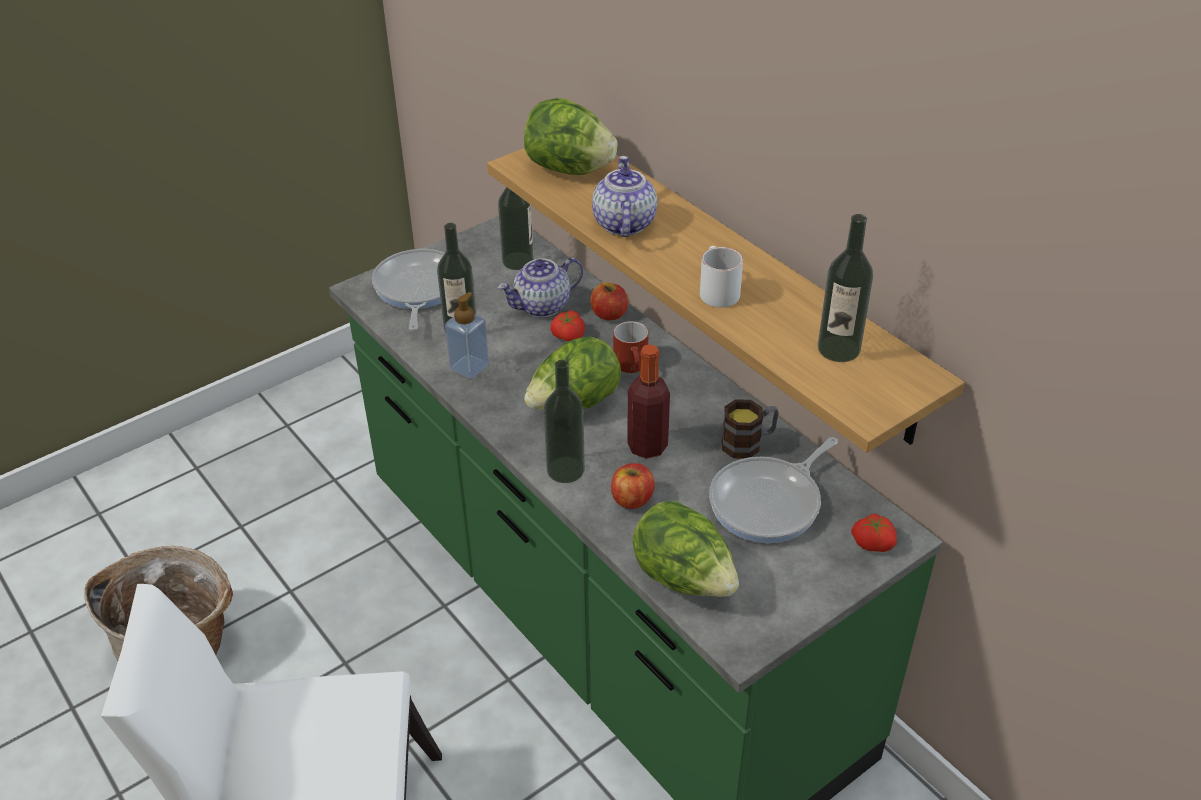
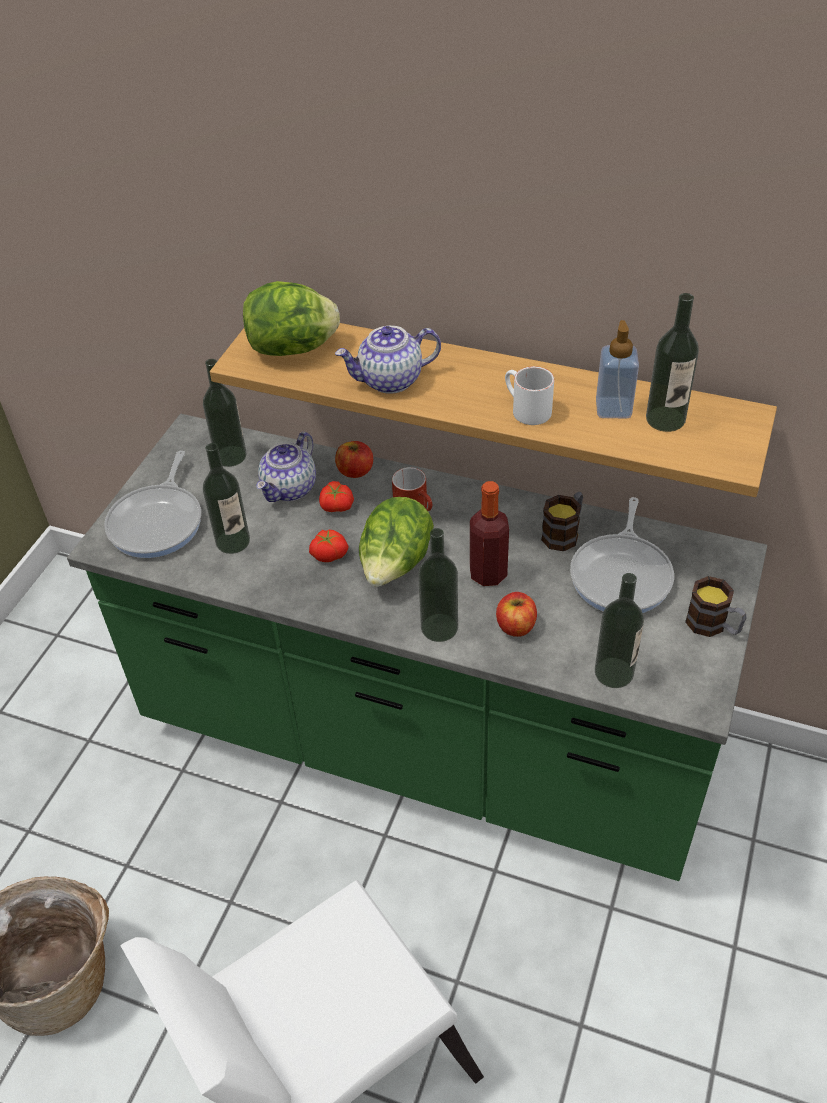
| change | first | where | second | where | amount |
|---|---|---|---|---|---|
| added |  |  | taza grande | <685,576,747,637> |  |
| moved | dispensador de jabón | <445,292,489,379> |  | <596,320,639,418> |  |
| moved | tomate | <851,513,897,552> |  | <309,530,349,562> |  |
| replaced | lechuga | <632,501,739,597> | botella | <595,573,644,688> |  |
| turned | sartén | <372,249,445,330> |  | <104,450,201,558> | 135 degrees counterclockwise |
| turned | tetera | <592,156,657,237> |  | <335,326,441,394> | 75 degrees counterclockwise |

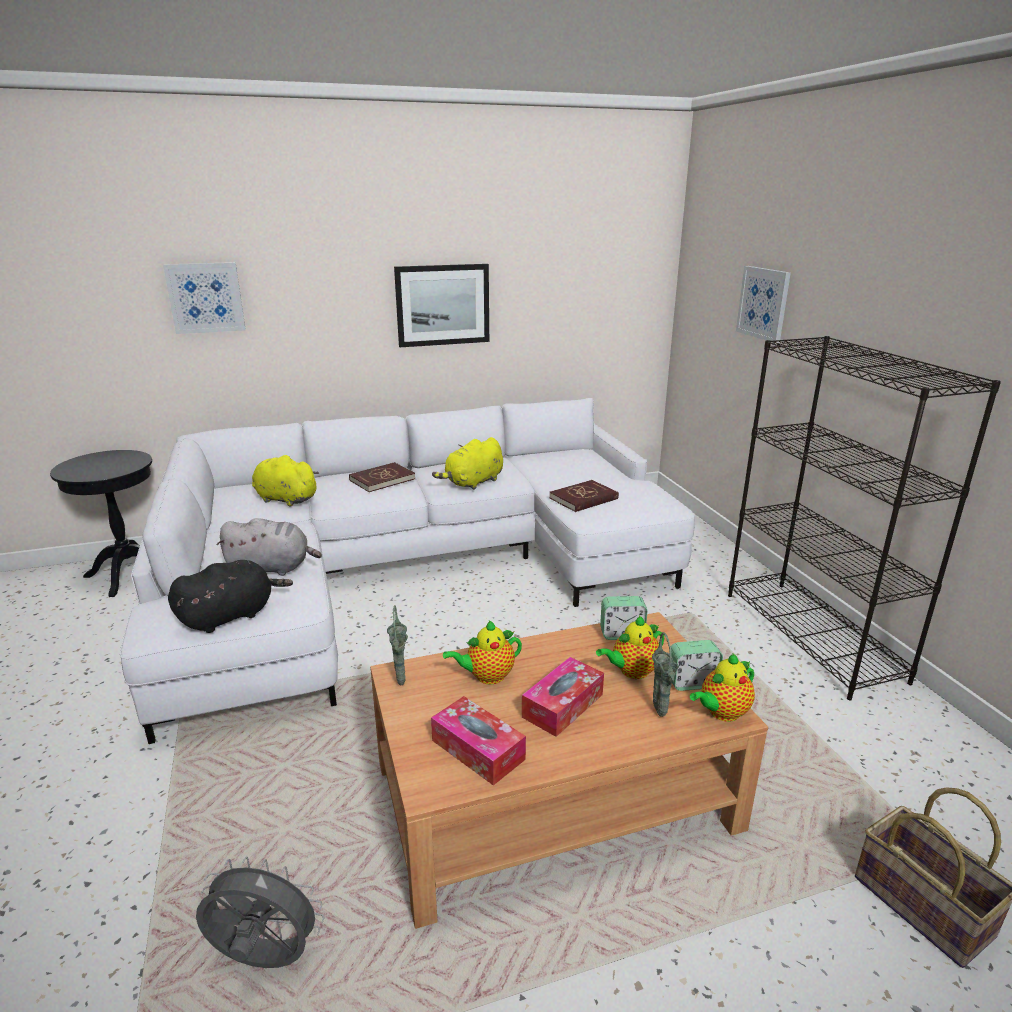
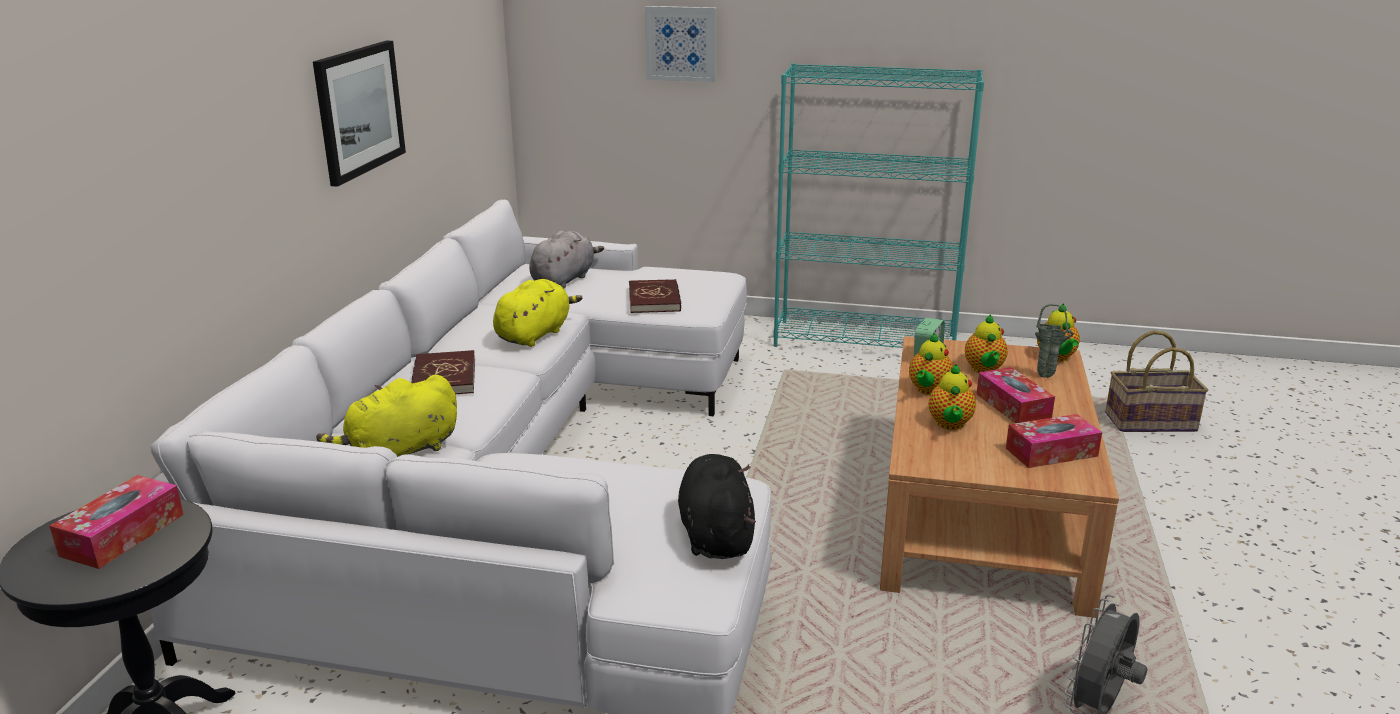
| change | first | where | second | where | amount |
|---|---|---|---|---|---|
| removed | cuadro | <163,262,246,334> |  |  |  |
| removed | florero (verde) | <387,605,408,685> |  |  |  |
| removed | despertador | <669,640,723,691> |  |  |  |
| added |  |  | caja de pañuelos | <49,475,184,569> |  |
| added |  |  | tetera | <909,333,953,395> |  |
| moved | peluche (gris) | <217,518,322,576> |  | <529,231,604,288> |  |
| recoloured | estantería (negro) | <728,336,1001,700> | estantería (turquesa) | <773,63,984,348> |  |
| turned | peluche (amarillo) | <432,437,503,490> |  | <493,279,583,347> | 135 degrees counterclockwise |

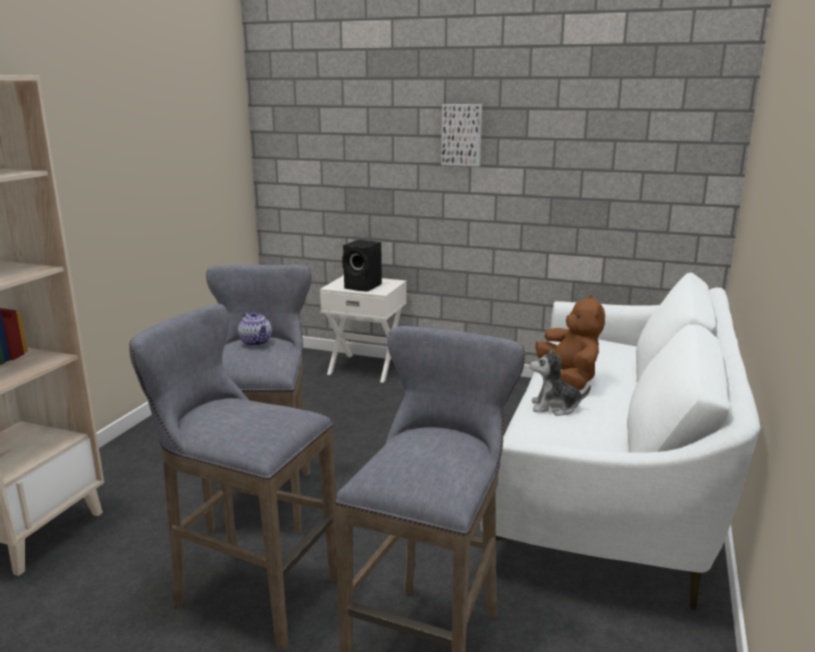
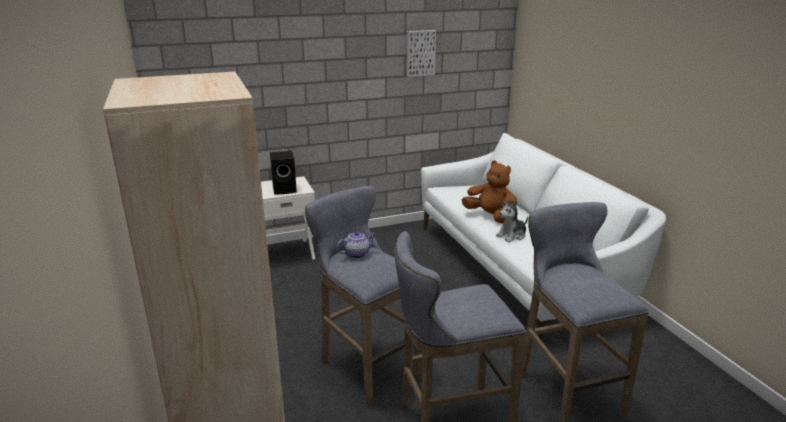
| change | first | where | second | where | amount |
|---|---|---|---|---|---|
| moved | cuadro | <441,104,482,167> |  | <407,30,436,77> |  |
| turned | tetera | <238,312,272,346> |  | <337,231,376,259> | 45 degrees counterclockwise |

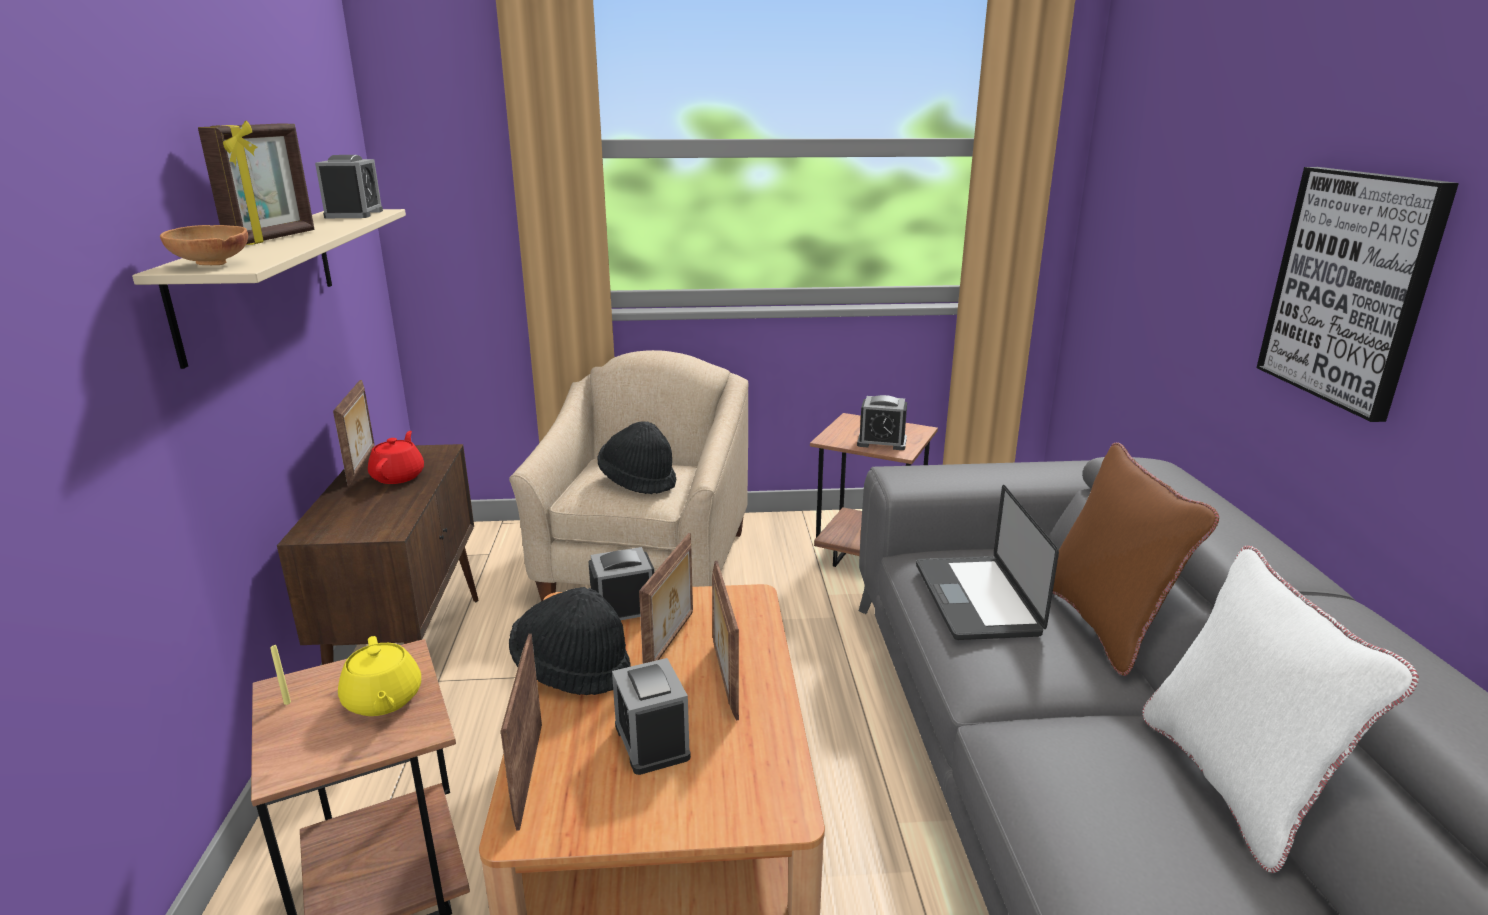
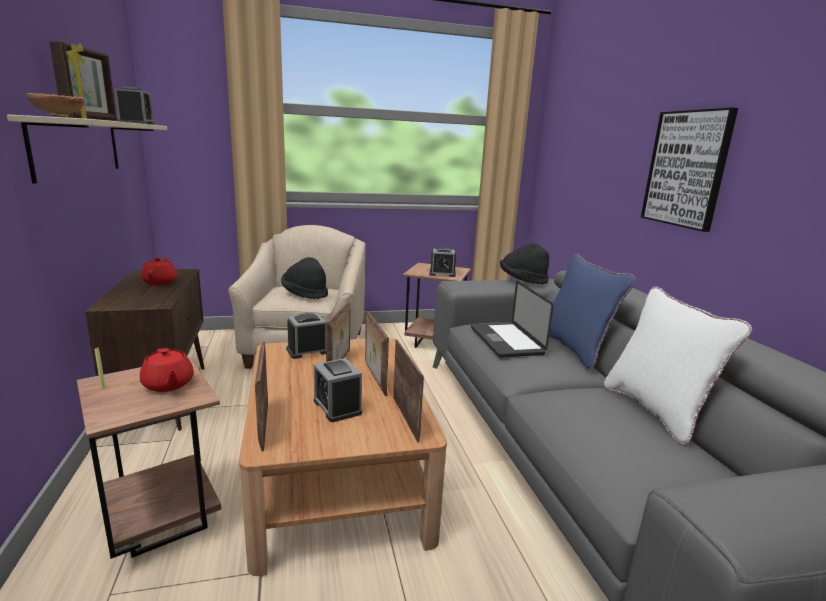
| change | first | where | second | where | amount |
|---|---|---|---|---|---|
| moved | portarretratos | <333,380,374,486> |  | <393,339,424,443> |  |
| moved | sombrero (negro) | <509,587,631,695> |  | <500,243,549,285> |  |
| recoloured | tetera (amarillo) | <338,636,421,716> | tetera (rojo) | <140,348,194,392> |  |
| recoloured | cojín (marrón) | <1053,443,1219,676> | cojín (azul) | <549,254,636,370> |  |

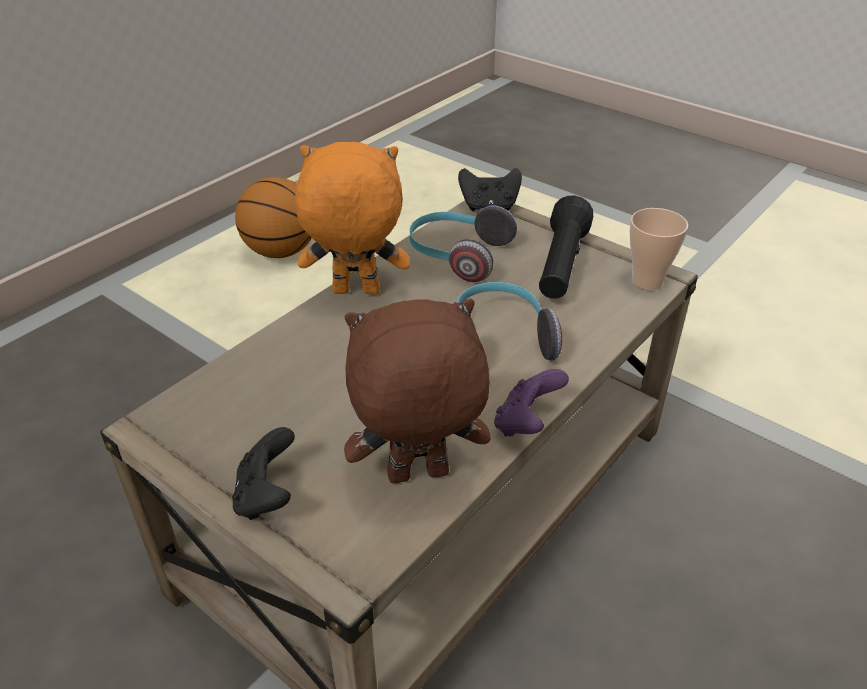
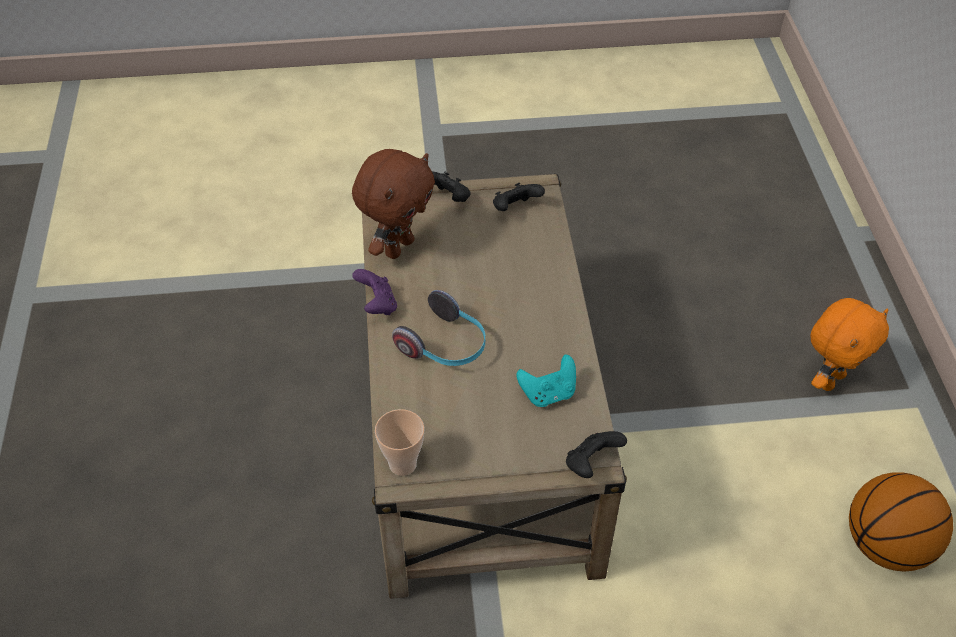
| change | first | where | second | where | amount |
|---|---|---|---|---|---|
| removed | linterna (negro) | <539,196,593,299> |  |  |  |
| added |  |  | mando de consola (negro) | <493,183,545,211> |  |
| moved | peluche (naranja) | <295,142,410,294> |  | <811,298,889,391> |  |
| replaced | auriculares | <409,206,517,282> | mando de consola (turquesa) | <516,355,576,407> |  |

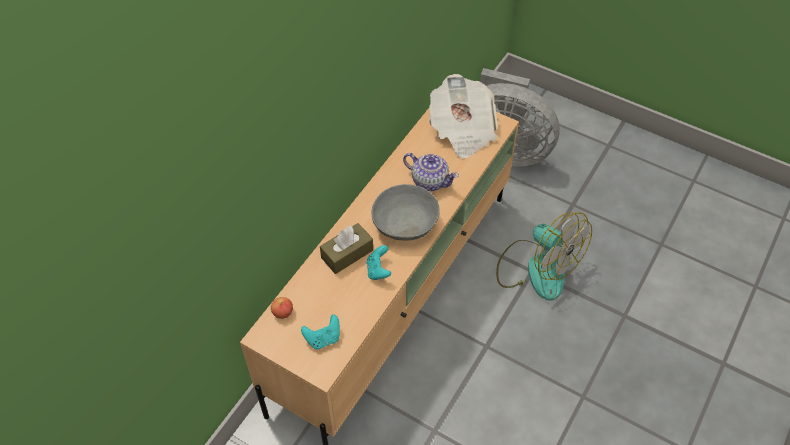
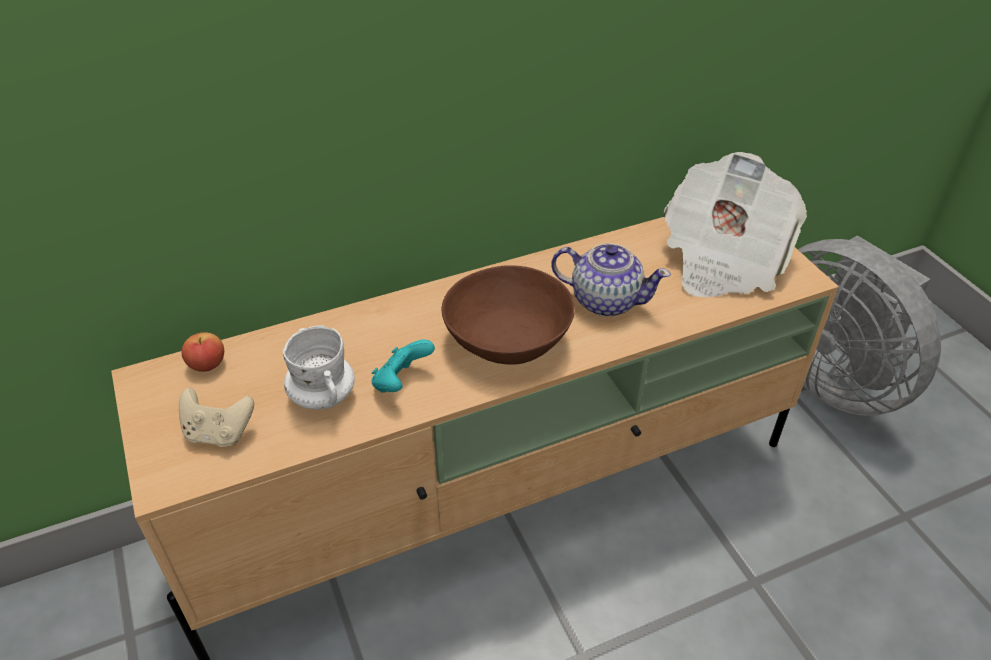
| change | first | where | second | where | amount |
|---|---|---|---|---|---|
| removed | caja de pañuelos (marrón) | <320,223,373,274> |  |  |  |
| removed | ventilador | <496,212,592,301> |  |  |  |
| added |  |  | taza grande (blanco) | <283,326,355,410> |  |
| recoloured | mando de consola (turquesa) | <301,314,340,349> | mando de consola (beis) | <179,387,254,447> |  |
| recoloured | cuenco (gris) | <371,184,440,240> | cuenco (marrón) | <442,265,575,365> |  |
| turned | tetera | <403,153,459,191> |  | <551,243,671,316> | 45 degrees counterclockwise |

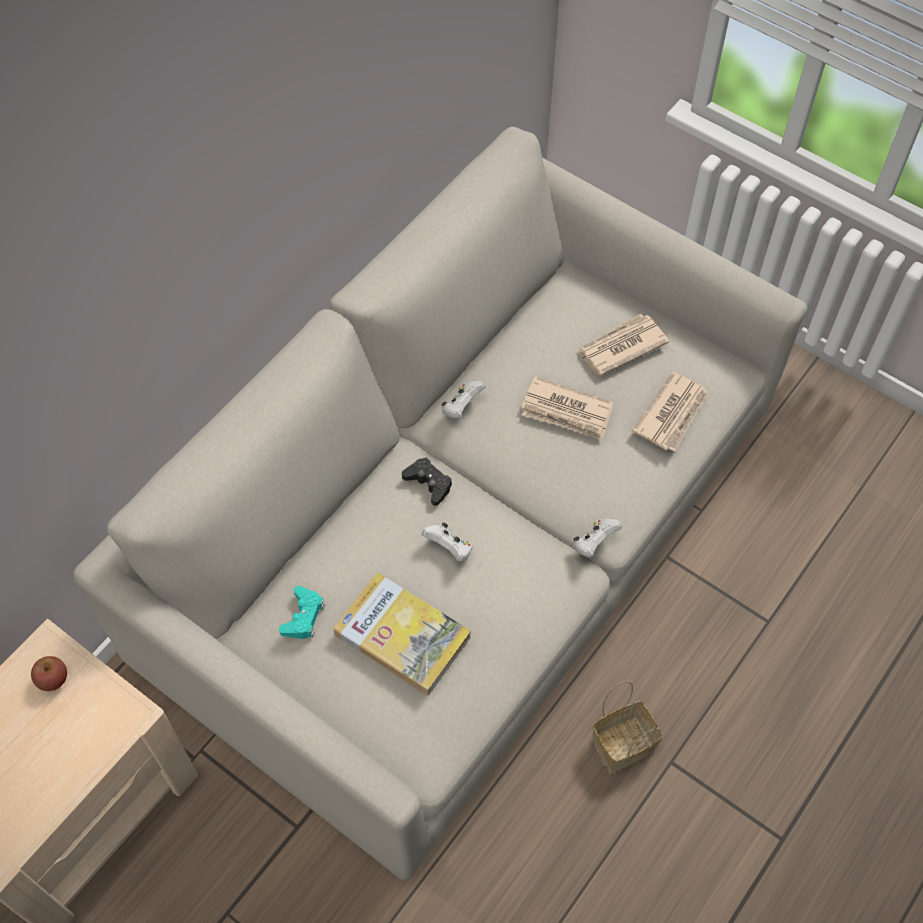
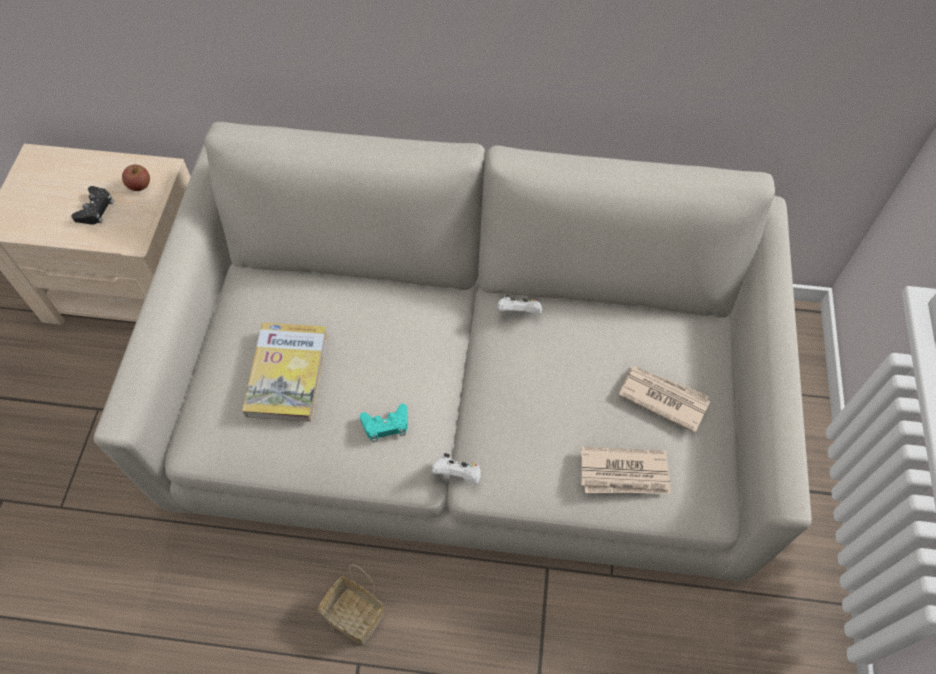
| change | first | where | second | where | amount |
|---|---|---|---|---|---|
| removed | mando de consola (blanco) | <422,522,472,562> |  |  |  |
| removed | periódico | <521,376,613,440> |  |  |  |
| moved | mando de consola (turquesa) | <279,586,325,639> |  | <360,404,408,443> |  |
| moved | mando de consola (negro) | <402,458,452,506> |  | <71,186,114,225> |  |

